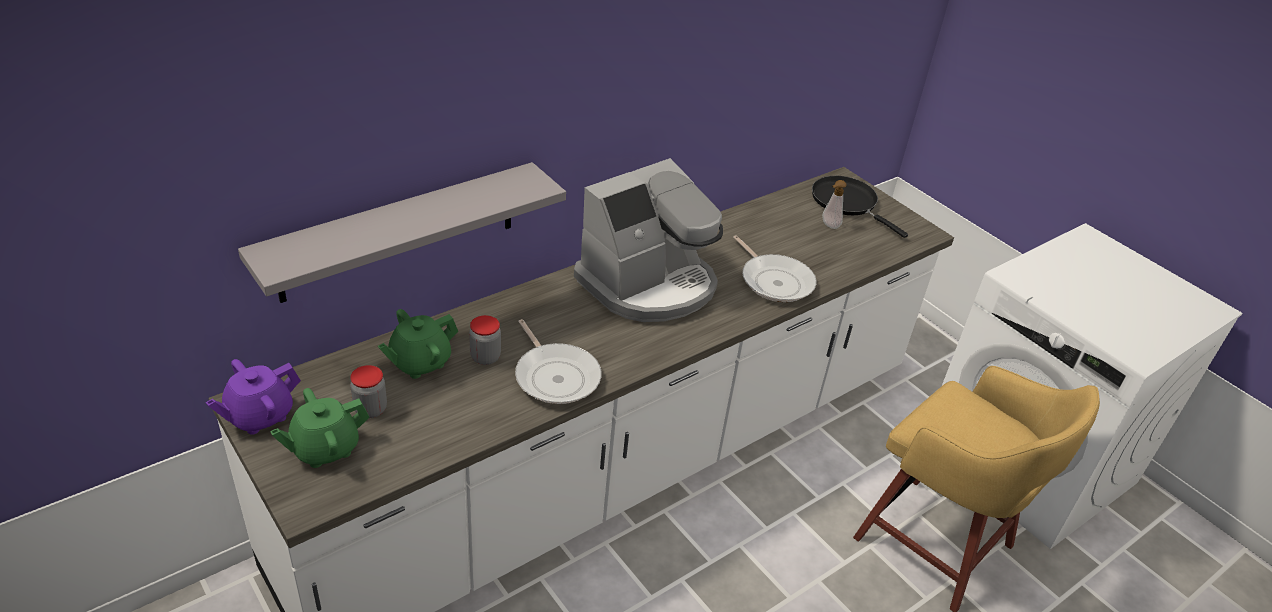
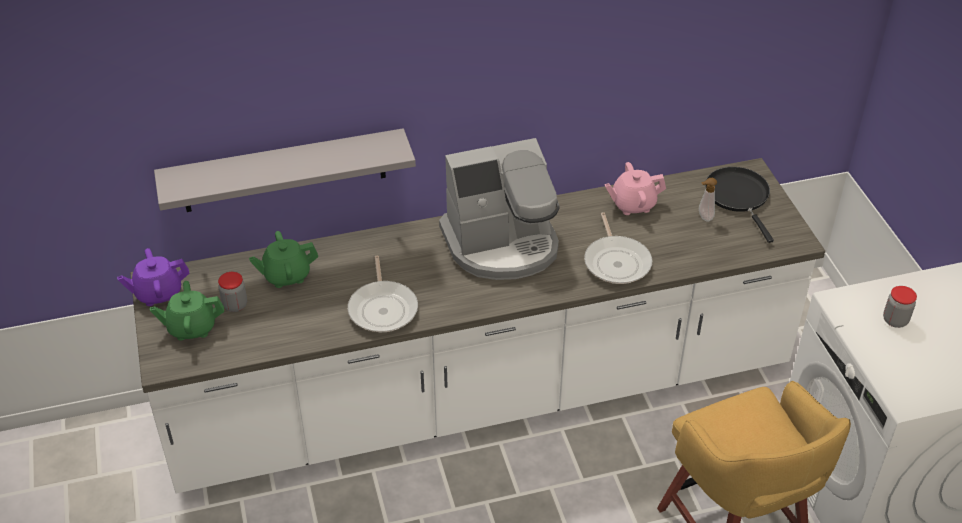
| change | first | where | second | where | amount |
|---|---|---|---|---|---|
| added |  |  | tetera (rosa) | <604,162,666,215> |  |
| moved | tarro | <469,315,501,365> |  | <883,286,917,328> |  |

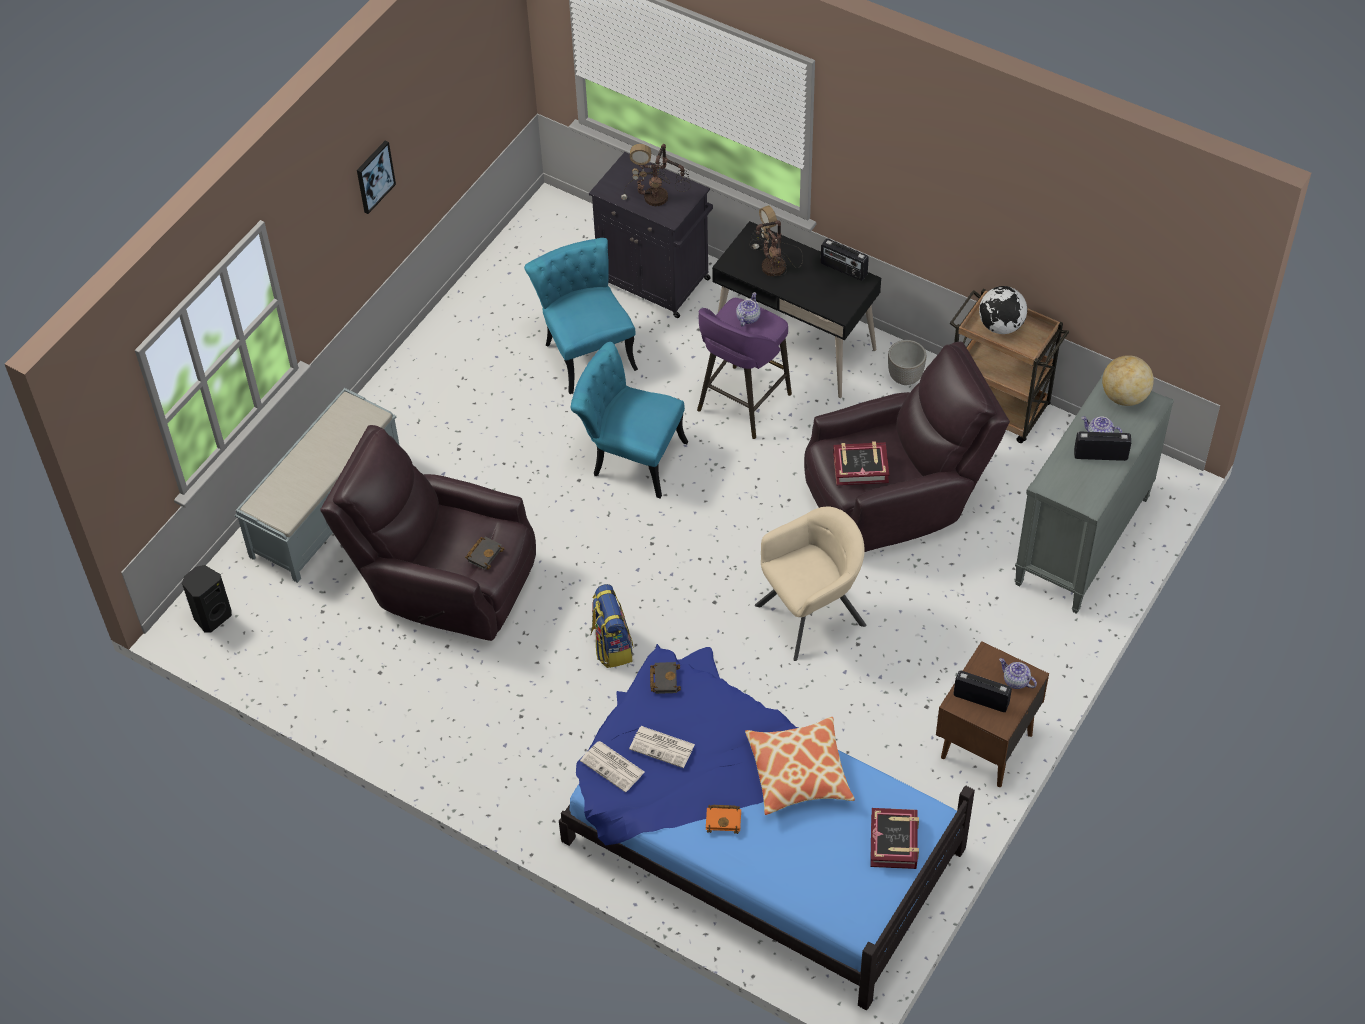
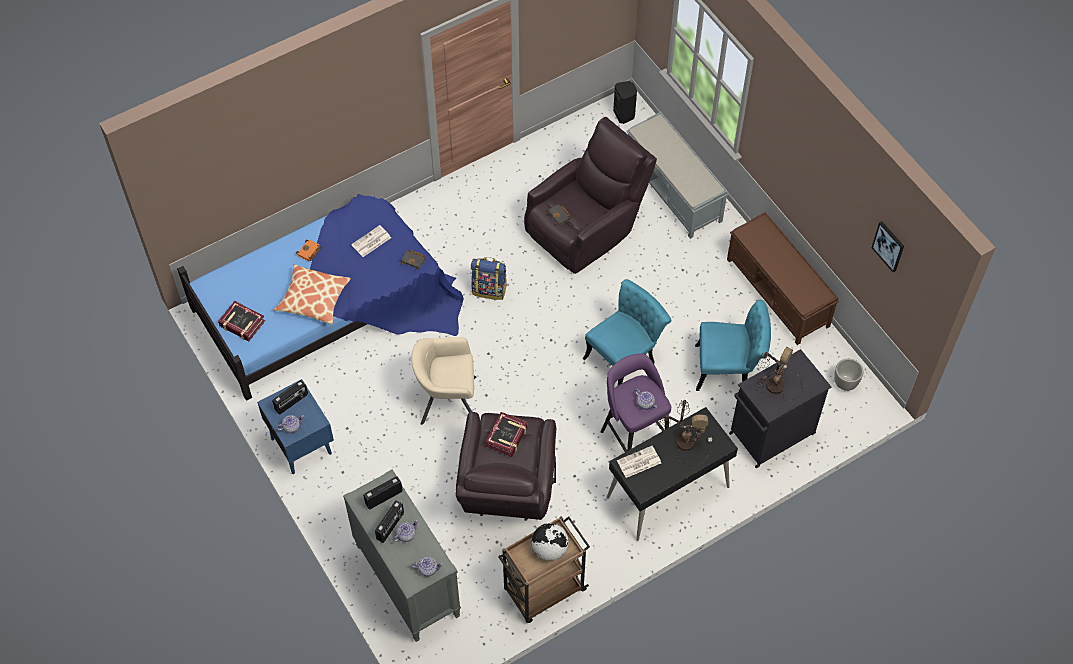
| change | first | where | second | where | amount |
|---|---|---|---|---|---|
| added |  |  | banco (marrón) | <727,212,839,345> |  |
| moved | cuadro | <357,141,396,214> |  | <872,221,904,272> |  |
| moved | periódico | <580,741,645,792> |  | <617,446,661,478> |  |
| moved | radio | <821,238,869,281> |  | <363,476,403,509> |  |
| moved | maceta | <888,340,926,385> |  | <834,359,864,391> |  |
| replaced | globo terráqueo | <1102,355,1154,406> | tetera | <411,557,443,577> |  |
| recoloured | mesita de noche (marrón) | <936,641,1049,787> | mesita de noche (azul) | <257,379,334,474> |  |
| turned | sillón (beis) | <755,507,866,661> |  | <411,337,476,425> | 90 degrees clockwise |

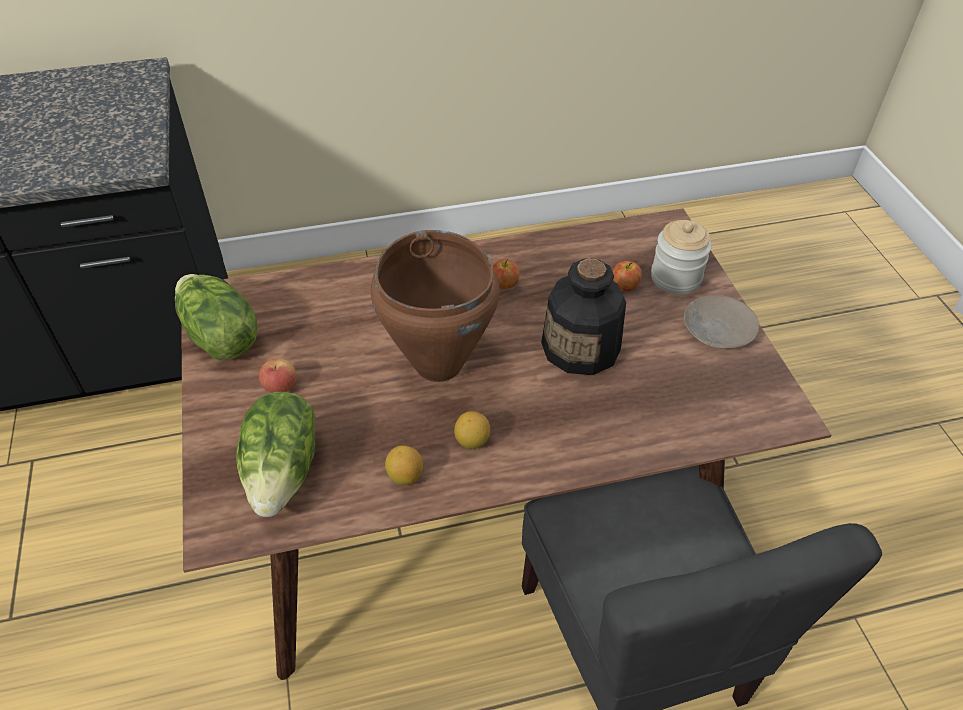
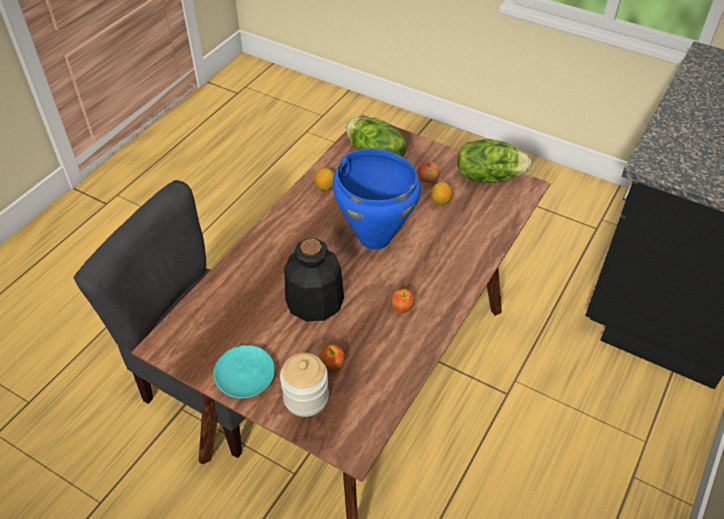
| change | first | where | second | where | amount |
|---|---|---|---|---|---|
| moved | limón | <454,411,490,449> |  | <431,182,452,205> |  |
| recoloured | olla (marrón) | <370,230,500,382> | olla (azul) | <332,149,421,250> |  |
| recoloured | plato (beis) | <684,295,759,349> | plato (turquesa) | <214,345,275,398> |  |

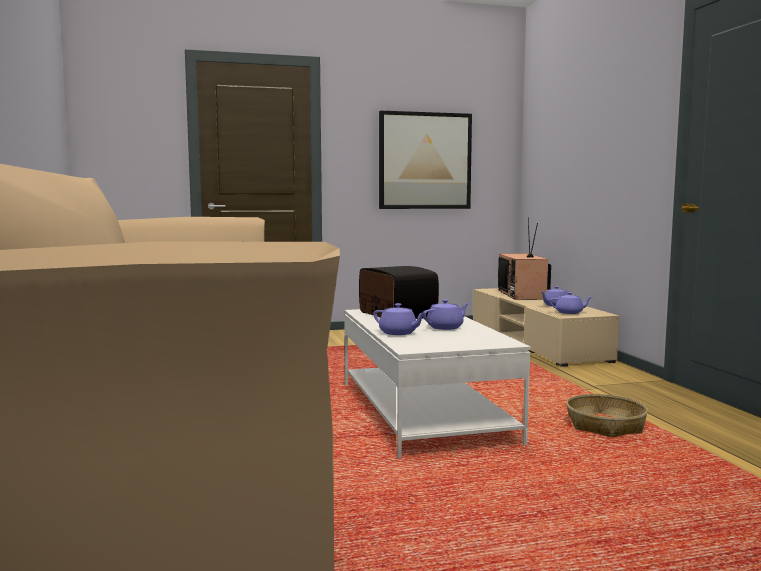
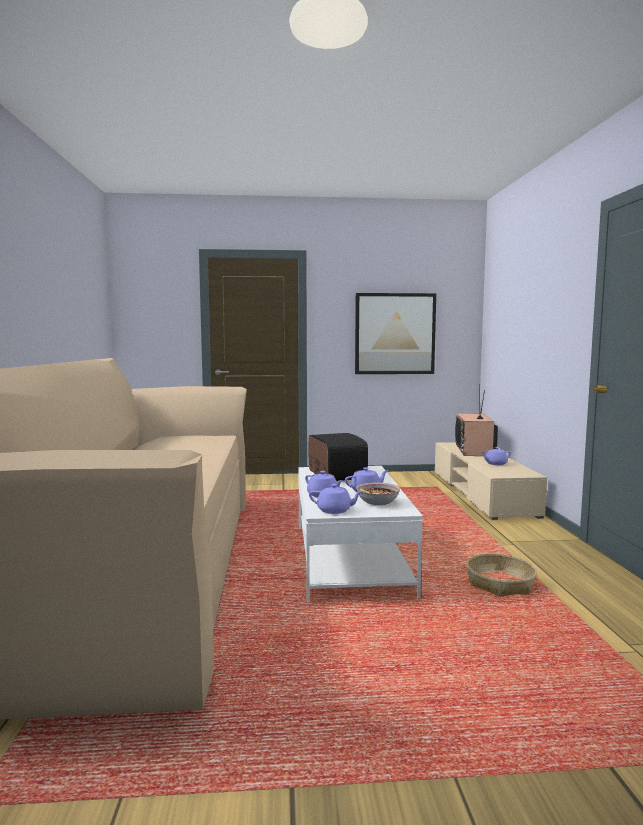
| change | first | where | second | where | amount |
|---|---|---|---|---|---|
| added |  |  | cuenco | <356,482,400,505> |  |
| moved | tetera (morado) | <549,292,592,314> |  | <309,484,364,514> |  |

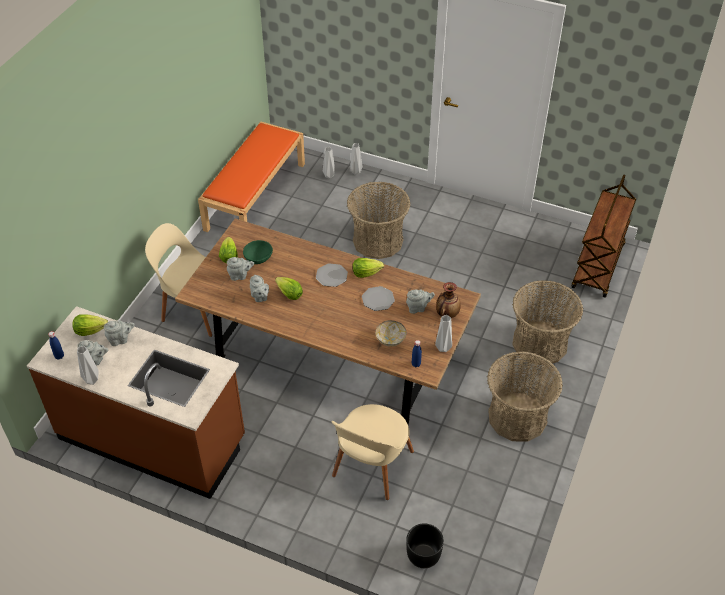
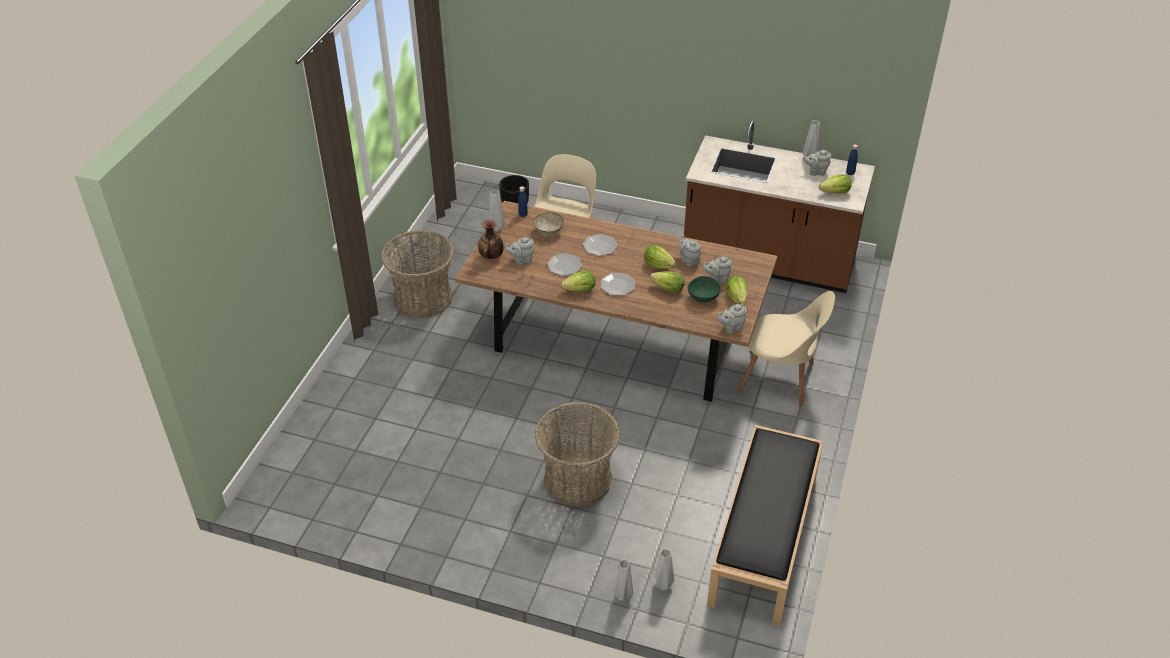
| change | first | where | second | where | amount |
|---|---|---|---|---|---|
| removed | cesta | <512,280,583,365> |  |  |  |
| removed | carrito (marrón) | <572,174,636,297> |  |  |  |
| added |  |  | plato | <583,234,618,256> |  |
| added |  |  | lechuga | <650,271,684,293> |  |
| moved | tetera (gris) | <104,320,135,346> |  | <717,304,747,333> |  |
| recoloured | banco (naranja) | <198,121,305,232> | banco (negro) | <707,425,823,626> |  |

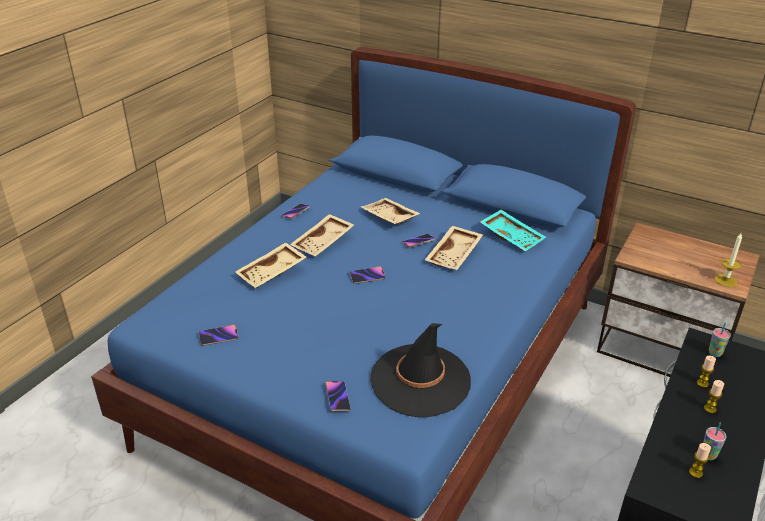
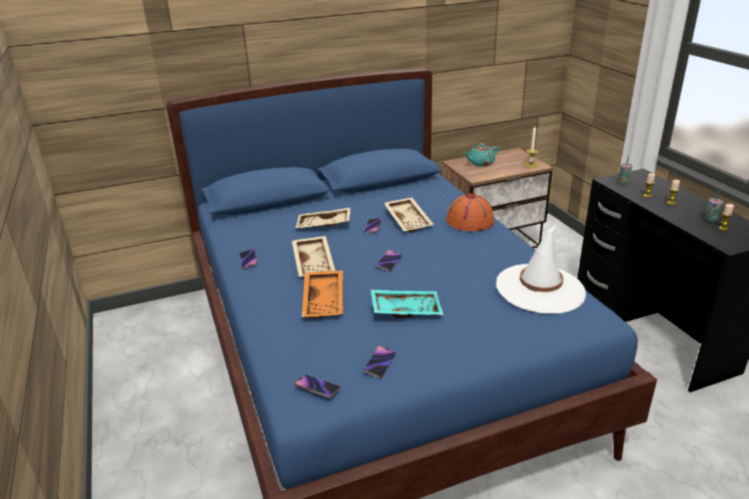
| change | first | where | second | where | amount |
|---|---|---|---|---|---|
| added |  |  | sombrero (naranja) | <446,193,494,231> |  |
| added |  |  | tetera (turquesa) | <464,143,499,166> |  |
| moved | móvil | <325,381,351,411> |  | <295,375,341,398> |  |
| moved | bandeja (turquesa) | <480,210,546,251> |  | <371,290,444,318> |  |
| recoloured | bandeja (beis) | <235,242,307,288> | bandeja (naranja) | <302,270,343,318> |  |
| recoloured | sombrero (negro) | <370,323,471,417> | sombrero (blanco) | <496,226,586,314> |  |

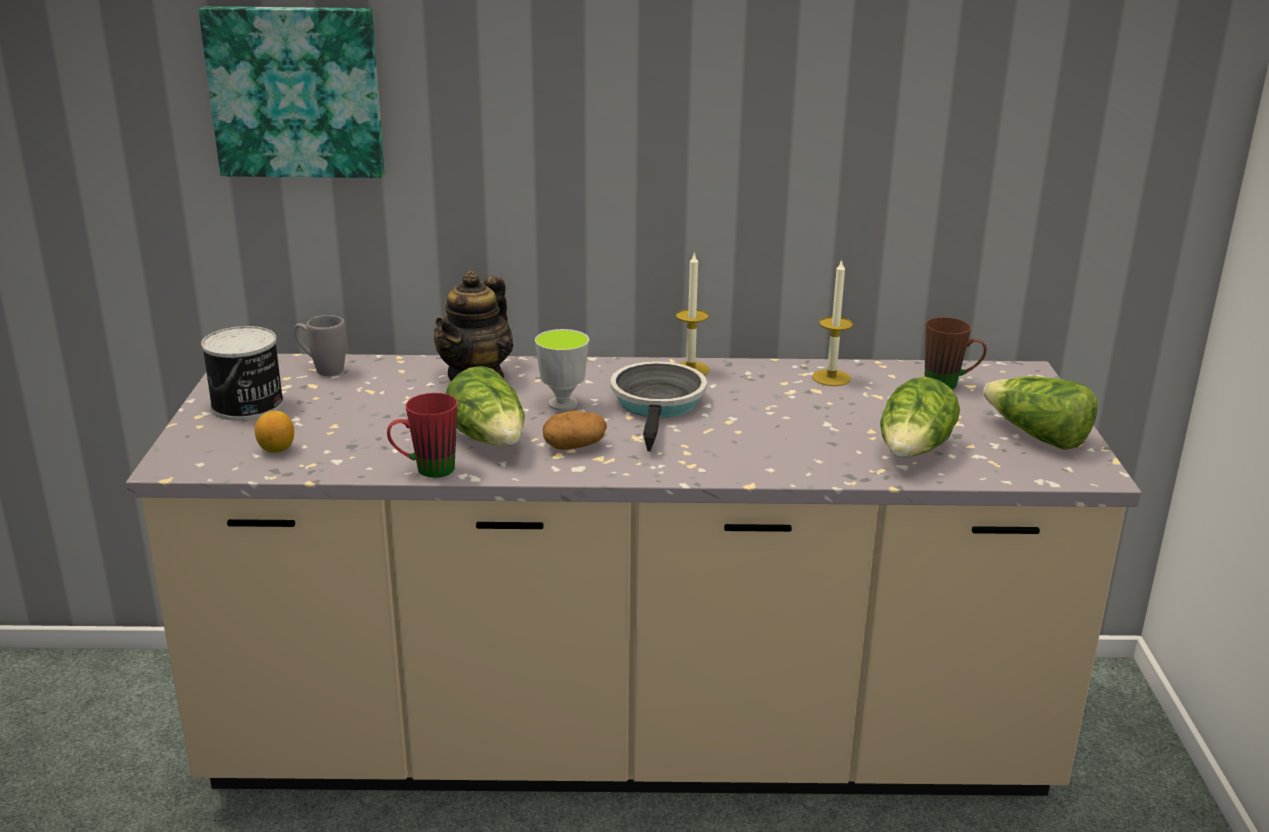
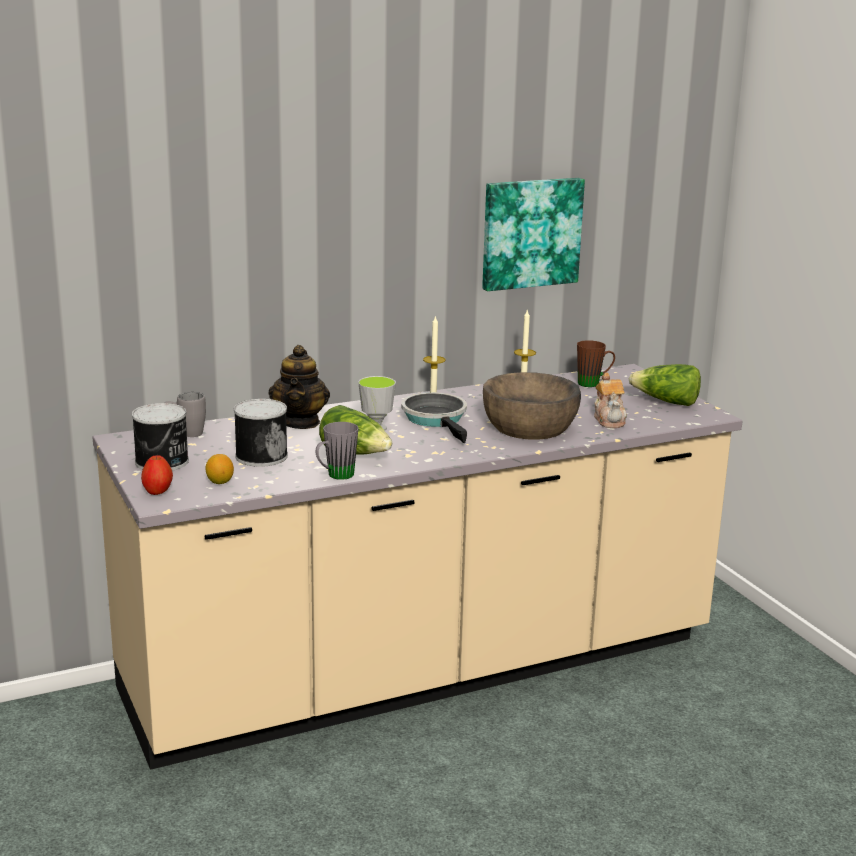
| change | first | where | second | where | amount |
|---|---|---|---|---|---|
| removed | patata | <543,411,607,450> |  |  |  |
| added |  |  | manzana | <141,455,173,495> |  |
| added |  |  | lata | <234,399,288,467> |  |
| added |  |  | cuenco (marrón) | <483,372,581,440> |  |
| moved | cuadro | <199,6,385,178> |  | <482,178,585,291> |  |
| replaced | lechuga | <880,377,960,457> | tetera | <594,373,627,428> |  |
| recoloured | taza grande (rojo) | <387,393,457,478> | taza grande (gris) | <316,422,359,480> |  |

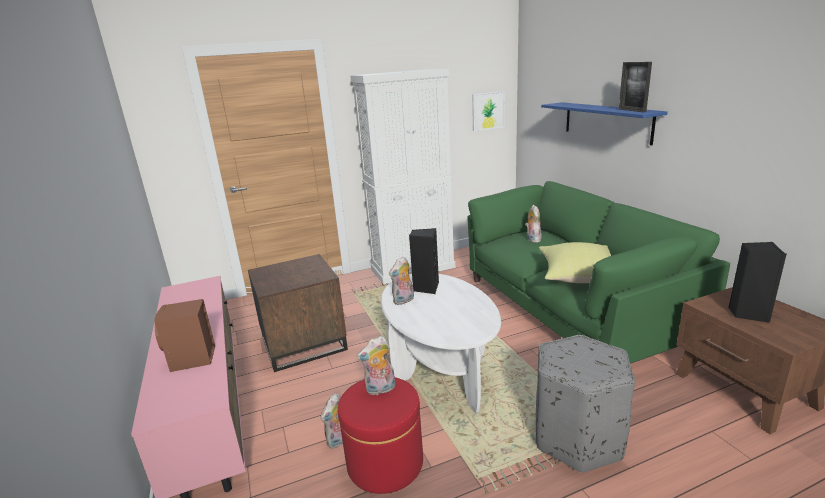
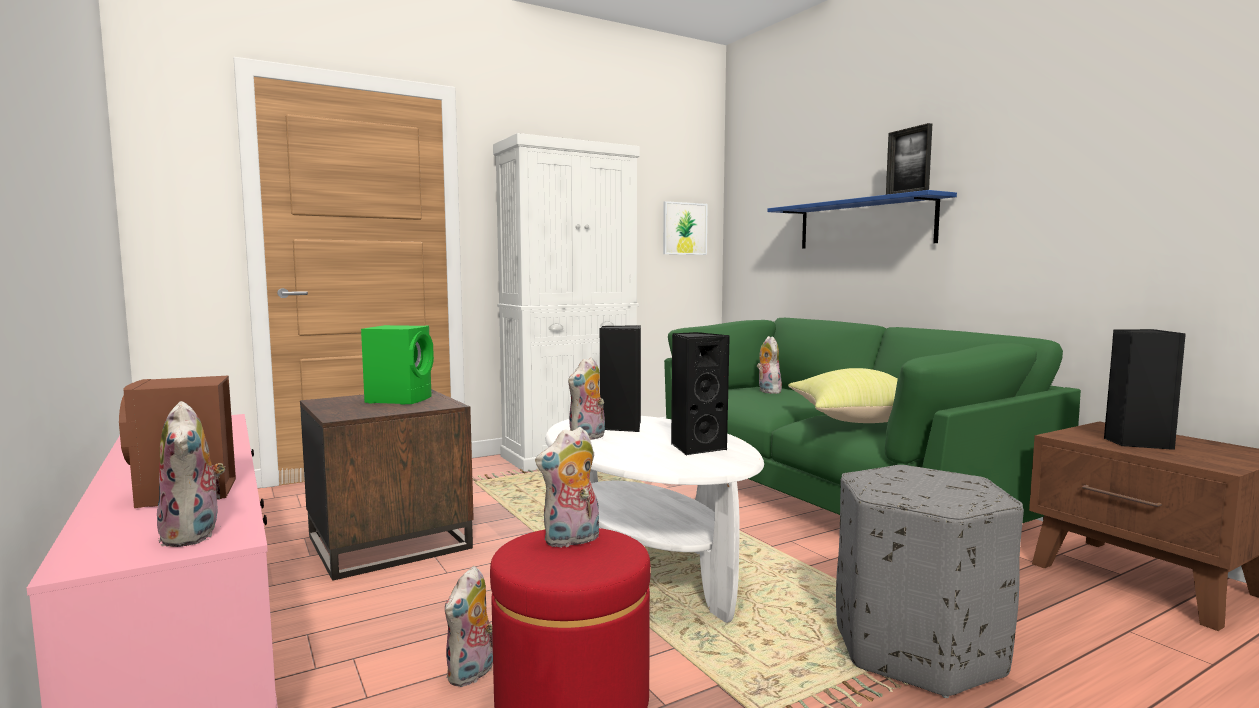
| change | first | where | second | where | amount |
|---|---|---|---|---|---|
| added |  |  | peluche | <157,401,225,547> |  |
| added |  |  | altavoz (verde) | <361,325,434,405> |  |
| added |  |  | altavoz (negro) | <671,332,730,455> |  |

